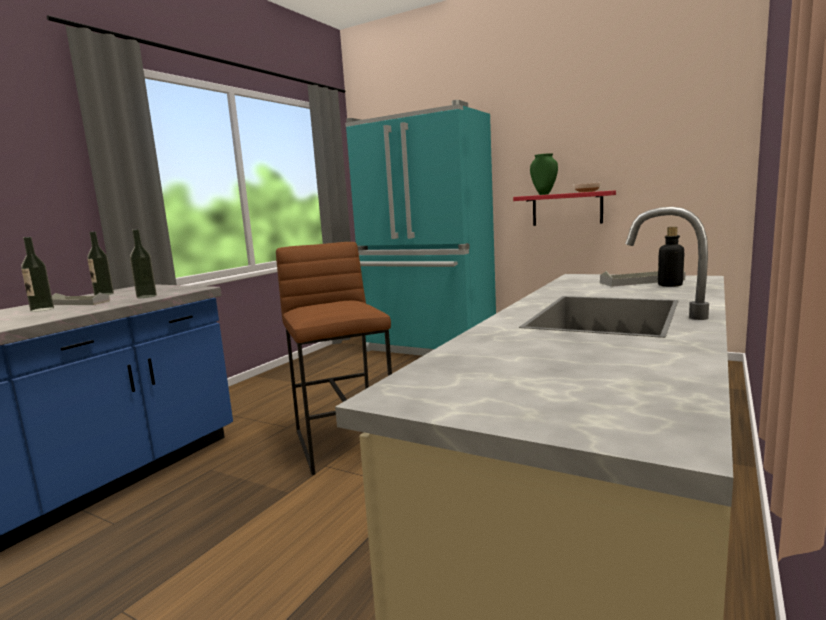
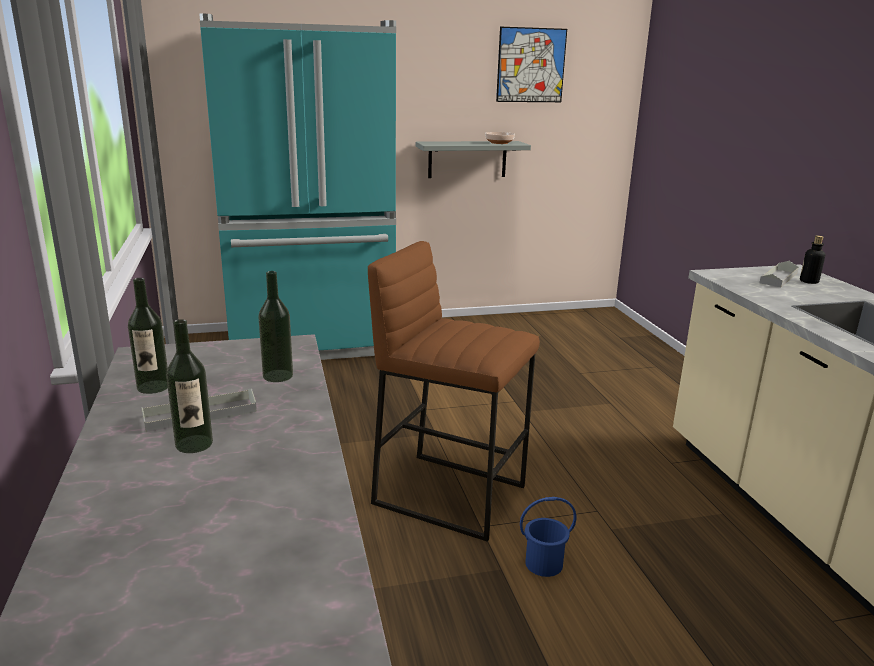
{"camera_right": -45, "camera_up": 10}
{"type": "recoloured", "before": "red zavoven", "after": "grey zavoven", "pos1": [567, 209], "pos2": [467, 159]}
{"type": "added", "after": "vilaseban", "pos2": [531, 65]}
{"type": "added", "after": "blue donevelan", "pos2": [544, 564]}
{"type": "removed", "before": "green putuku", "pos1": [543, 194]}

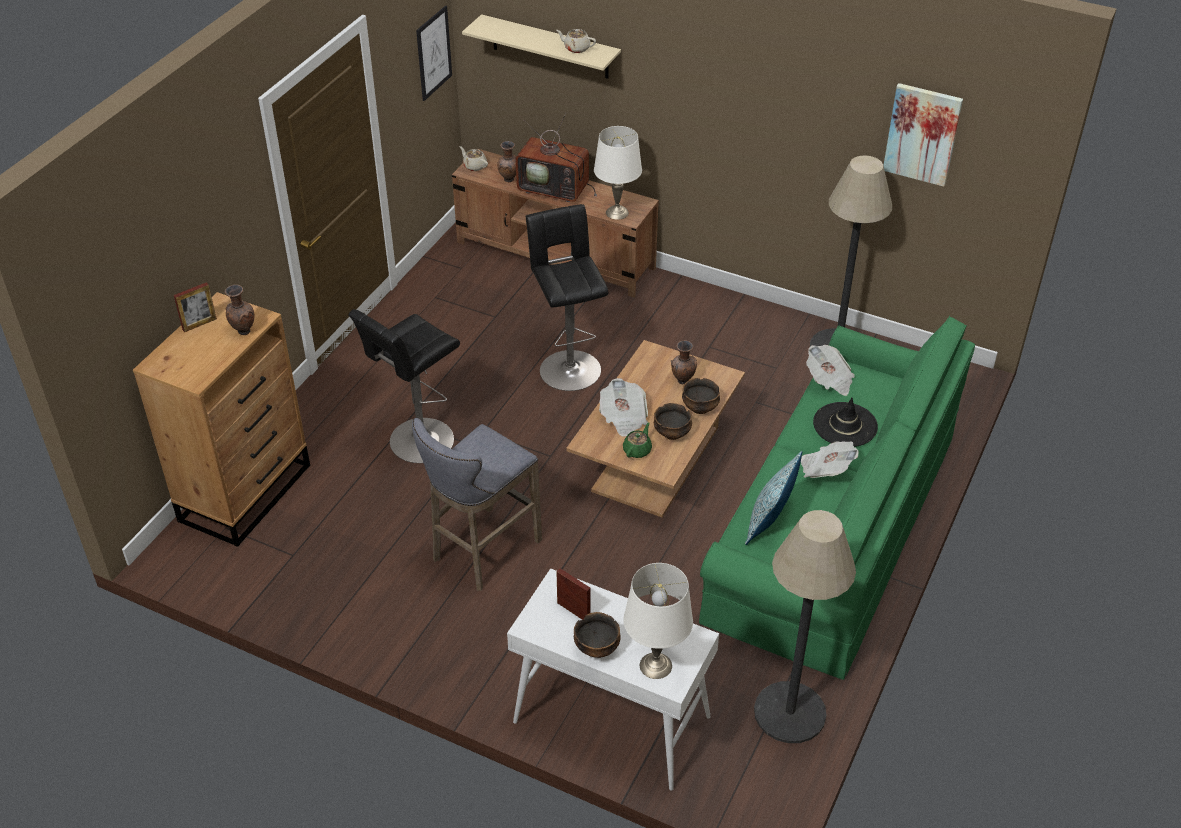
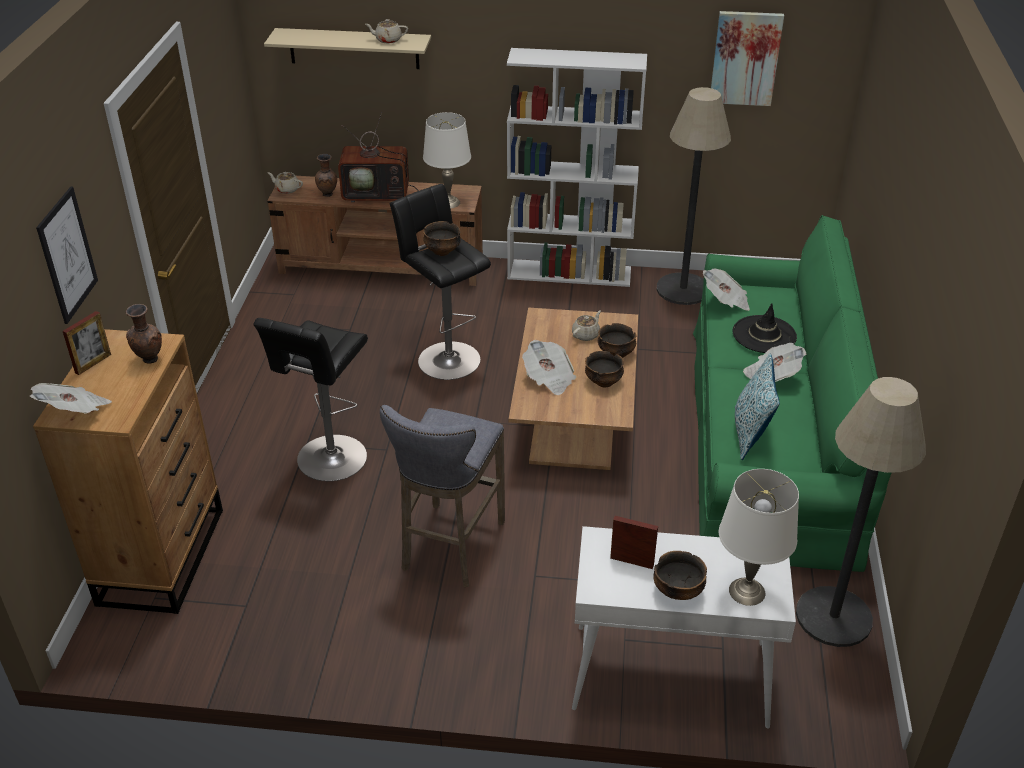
{"camera_right": -20, "camera_up": -5}
{"type": "added", "after": "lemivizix", "pos2": [75, 412]}
{"type": "moved", "before": "vilaseban", "pos1": [434, 53], "pos2": [67, 255]}
{"type": "added", "after": "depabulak", "pos2": [442, 251]}
{"type": "added", "after": "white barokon", "pos2": [570, 273]}
{"type": "replaced", "before": "brown putuku", "after": "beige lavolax", "pos1": [682, 381], "pos2": [586, 334]}
{"type": "removed", "before": "green lavolax", "pos1": [637, 450]}

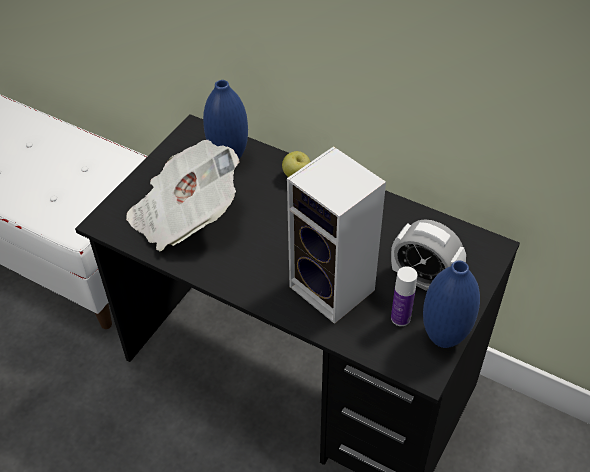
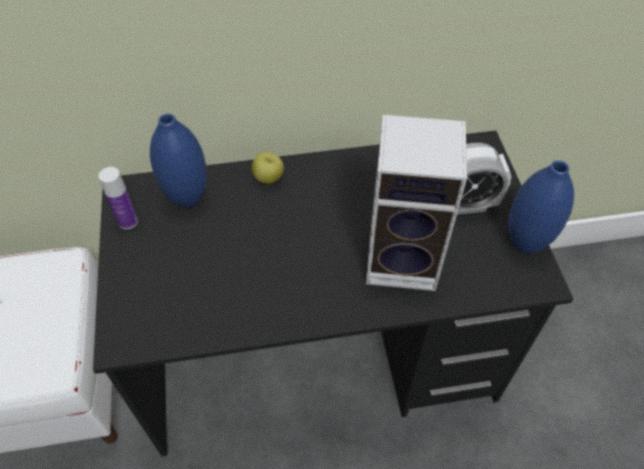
{"camera_right": -40, "camera_up": 5}
{"type": "moved", "before": "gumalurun", "pos1": [400, 318], "pos2": [128, 221]}
{"type": "removed", "before": "lemivizix", "pos1": [184, 215]}

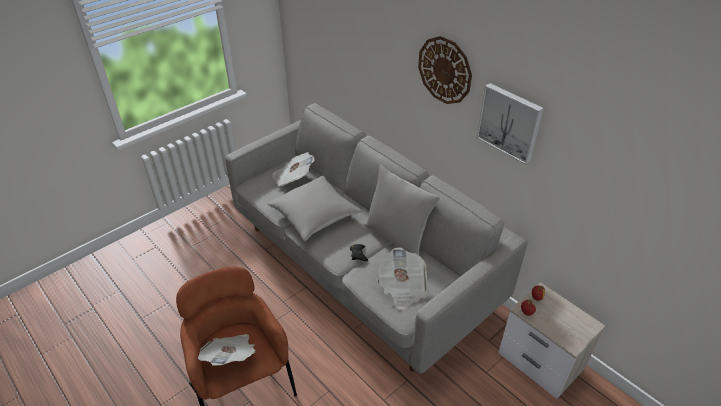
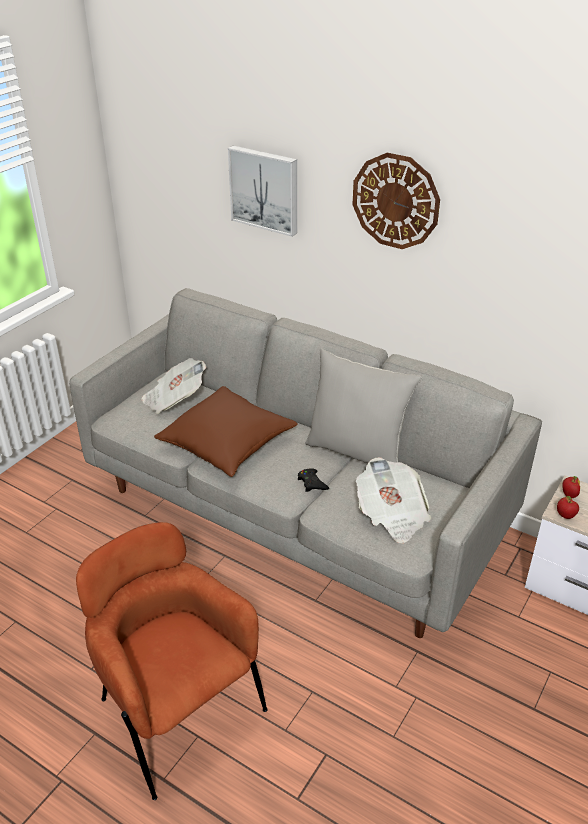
{"camera_right": -15, "camera_up": -5}
{"type": "recoloured", "before": "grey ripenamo", "after": "brown ripenamo", "pos1": [315, 216], "pos2": [227, 444]}
{"type": "moved", "before": "vilaseban", "pos1": [510, 122], "pos2": [265, 189]}
{"type": "removed", "before": "lemivizix", "pos1": [231, 357]}

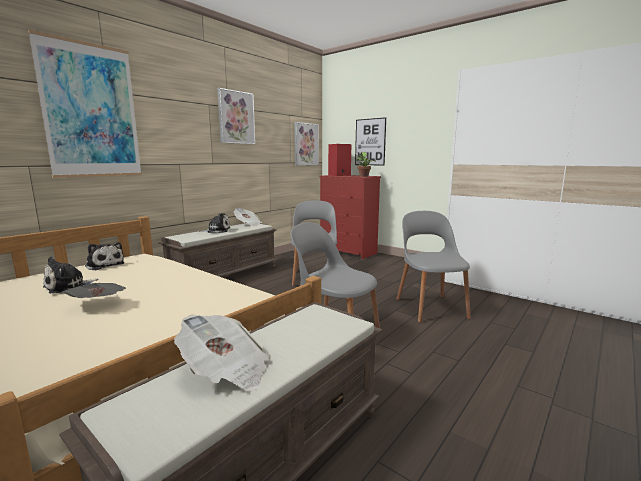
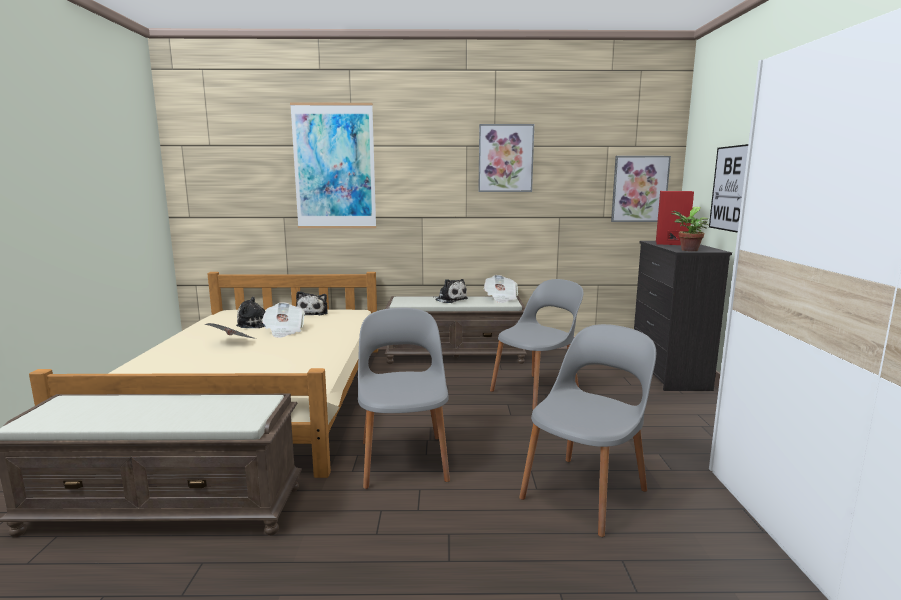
{"camera_right": 50, "camera_up": 0}
{"type": "moved", "before": "lemivizix", "pos1": [226, 371], "pos2": [284, 331]}
{"type": "recoloured", "before": "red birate", "after": "black birate", "pos1": [348, 252], "pos2": [668, 374]}

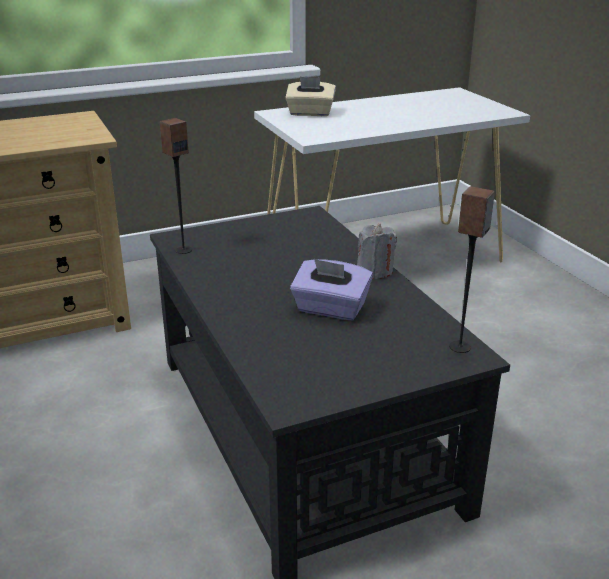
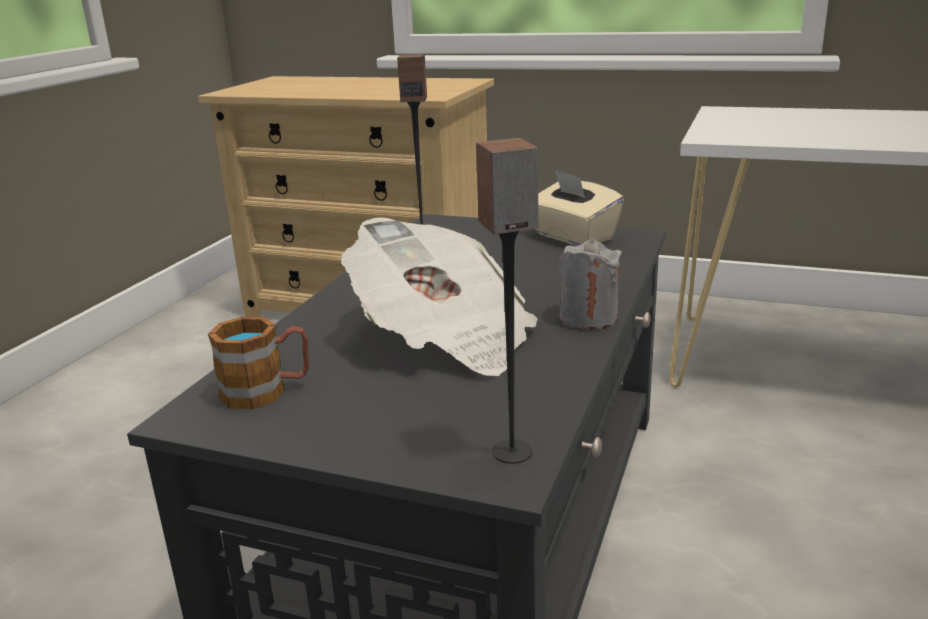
{"camera_right": 45, "camera_up": -5}
{"type": "added", "after": "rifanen", "pos2": [267, 391]}
{"type": "replaced", "before": "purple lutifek", "after": "lemivizix", "pos1": [330, 309], "pos2": [445, 339]}
{"type": "moved", "before": "beige lutifek", "pos1": [310, 113], "pos2": [572, 237]}

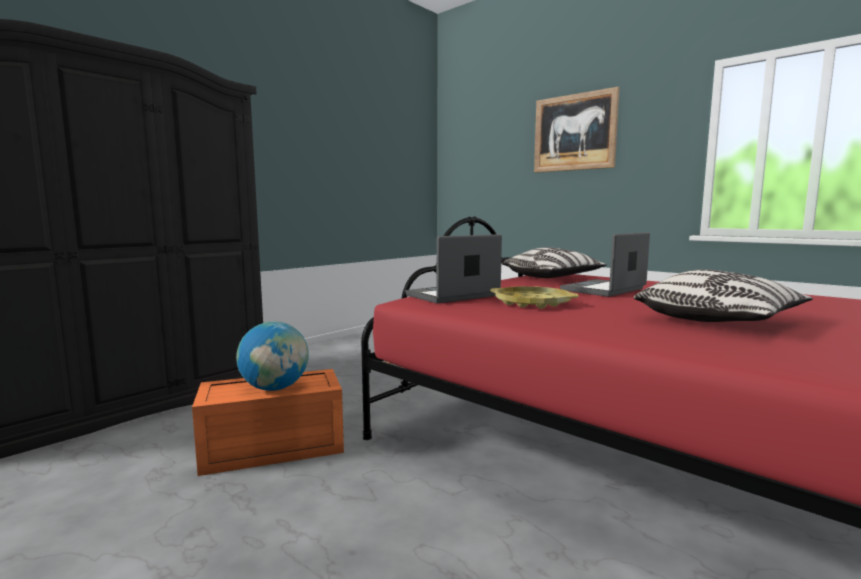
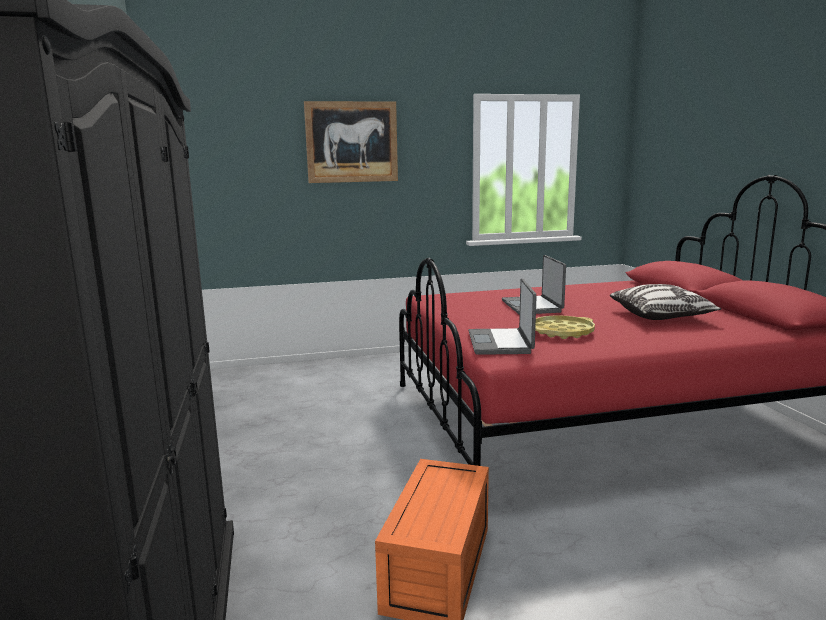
{"camera_right": -55, "camera_up": 5}
{"type": "removed", "before": "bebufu", "pos1": [275, 388]}
{"type": "removed", "before": "ripenamo", "pos1": [552, 278]}

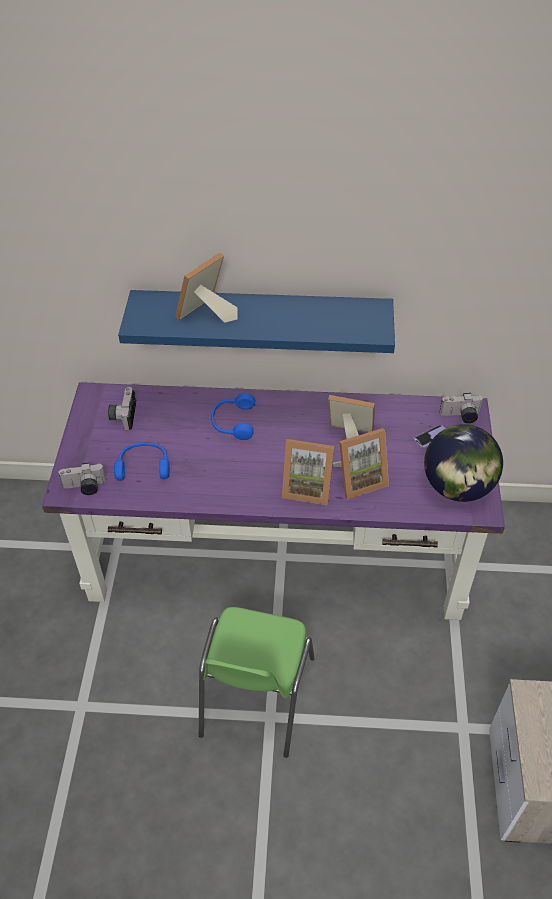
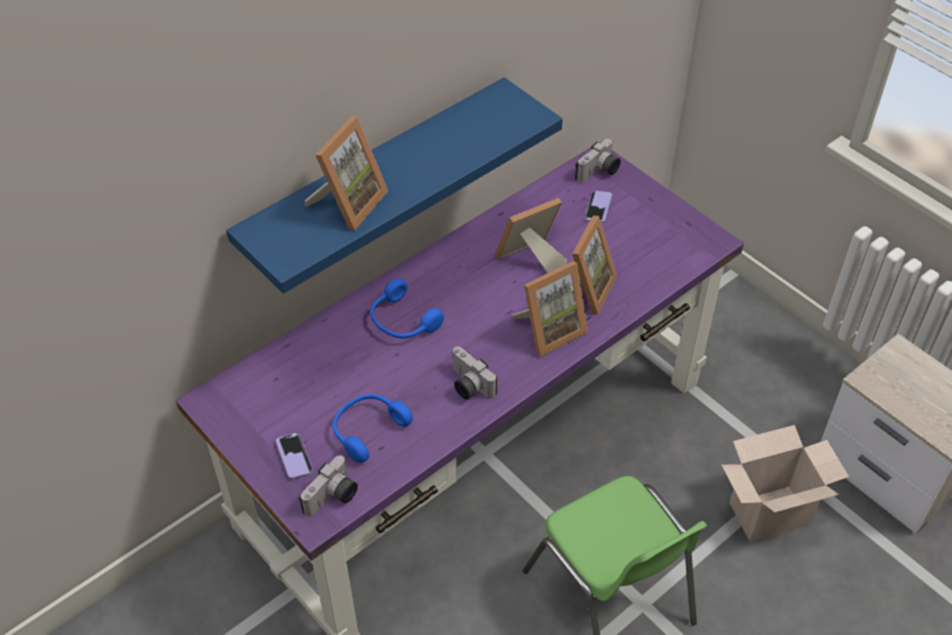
{"camera_right": -45, "camera_up": 0}
{"type": "added", "after": "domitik", "pos2": [294, 457]}
{"type": "turned", "before": "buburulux", "pos1": [206, 315], "pos2": [348, 203], "turn": -150}
{"type": "moved", "before": "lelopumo", "pos1": [123, 415], "pos2": [468, 385]}
{"type": "added", "after": "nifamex", "pos2": [770, 511]}
{"type": "removed", "before": "bebufu", "pos1": [457, 487]}

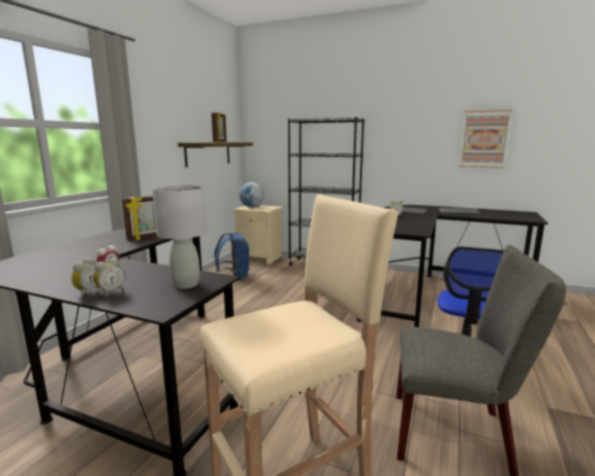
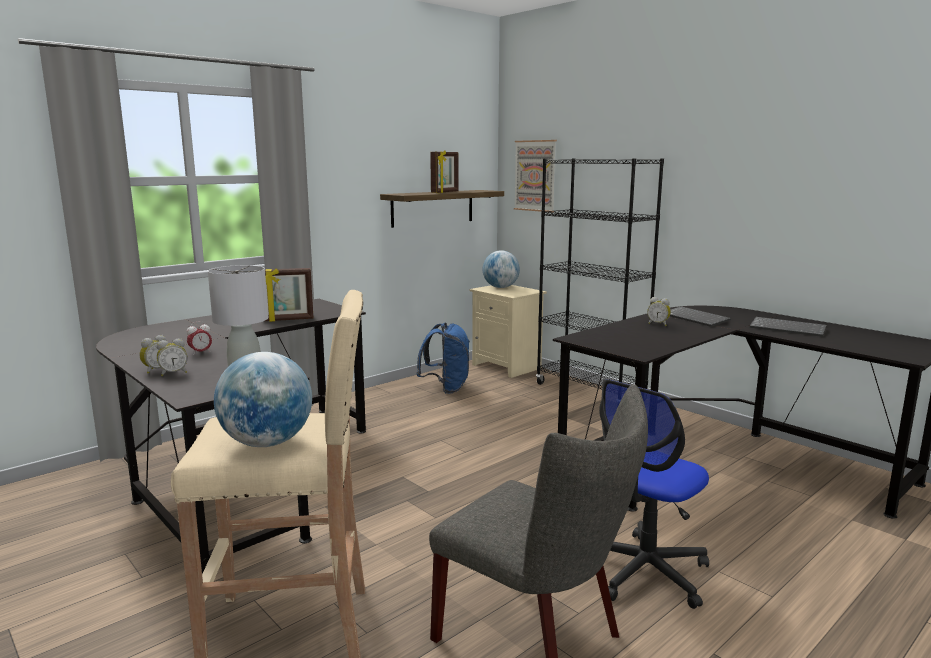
{"camera_right": 25, "camera_up": 0}
{"type": "added", "after": "bebufu", "pos2": [267, 443]}
{"type": "moved", "before": "vilaseban", "pos1": [484, 139], "pos2": [535, 175]}

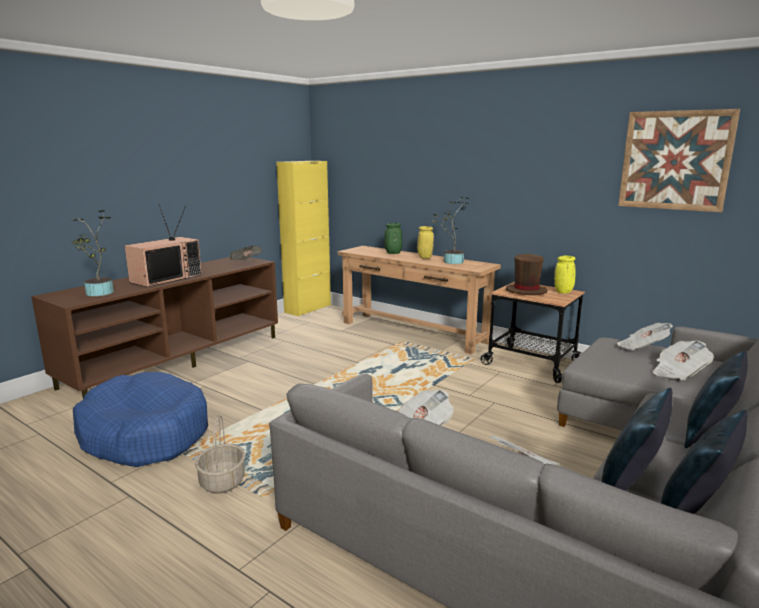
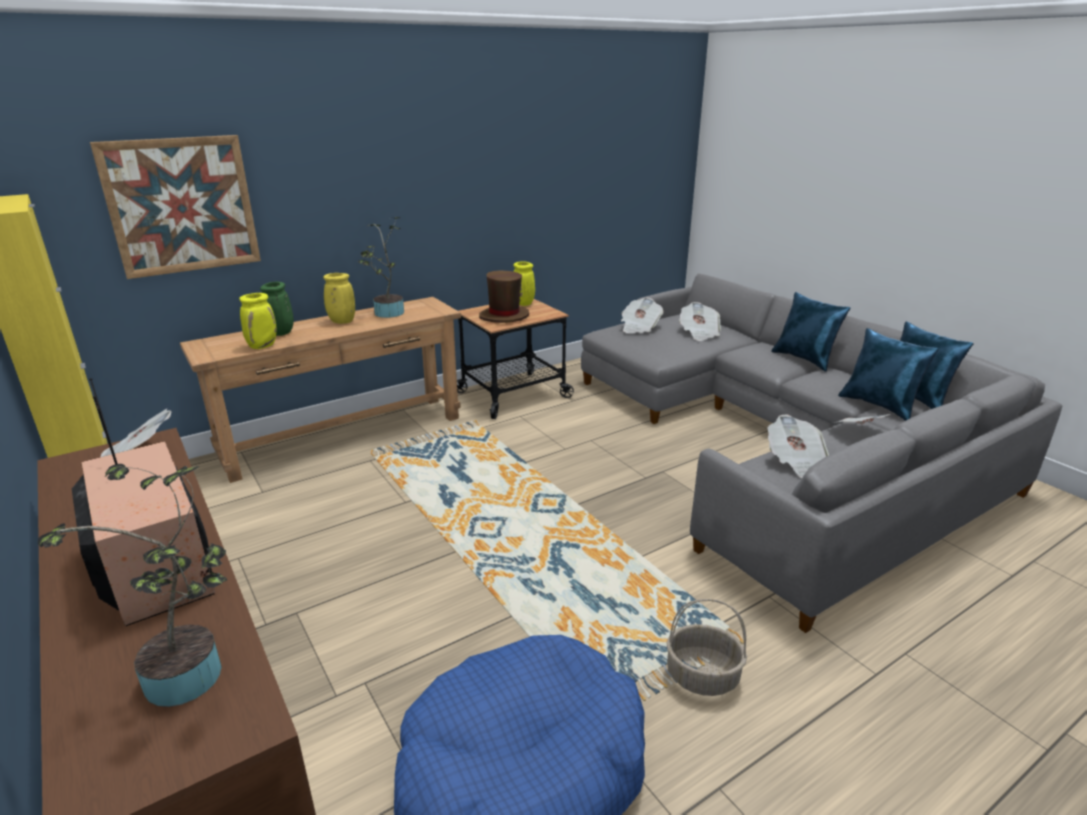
{"camera_right": -70, "camera_up": 10}
{"type": "moved", "before": "vilaseban", "pos1": [675, 160], "pos2": [182, 206]}
{"type": "added", "after": "yellow putuku", "pos2": [263, 346]}

